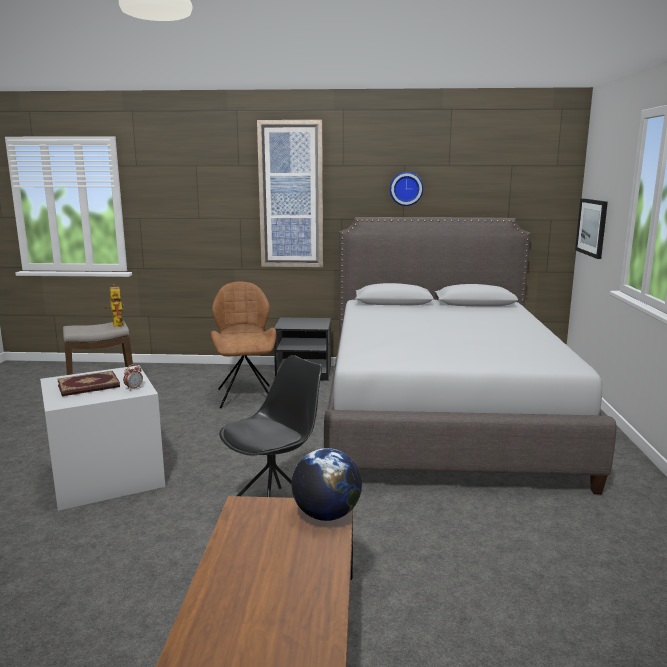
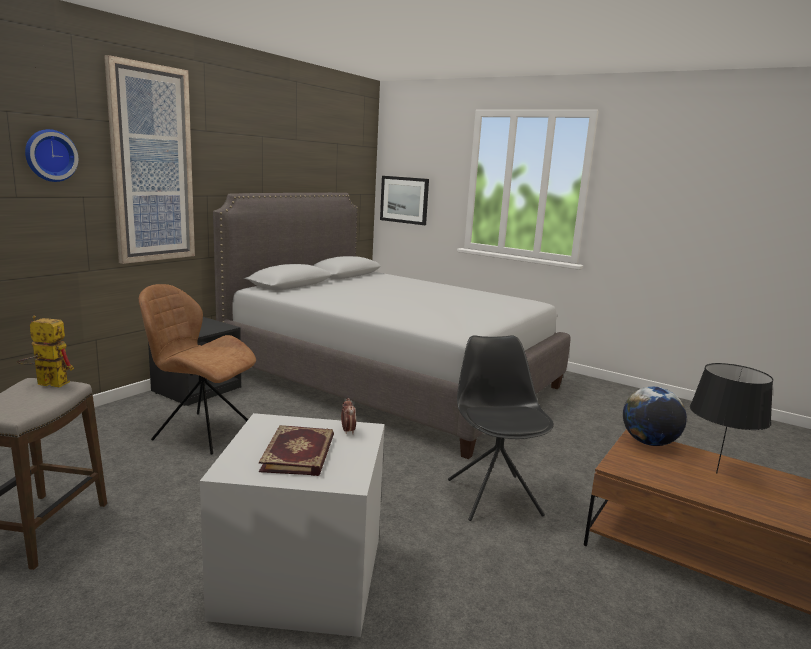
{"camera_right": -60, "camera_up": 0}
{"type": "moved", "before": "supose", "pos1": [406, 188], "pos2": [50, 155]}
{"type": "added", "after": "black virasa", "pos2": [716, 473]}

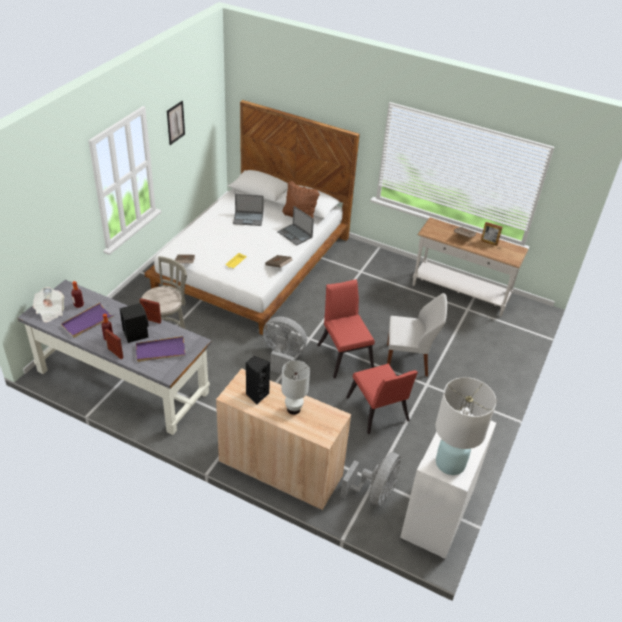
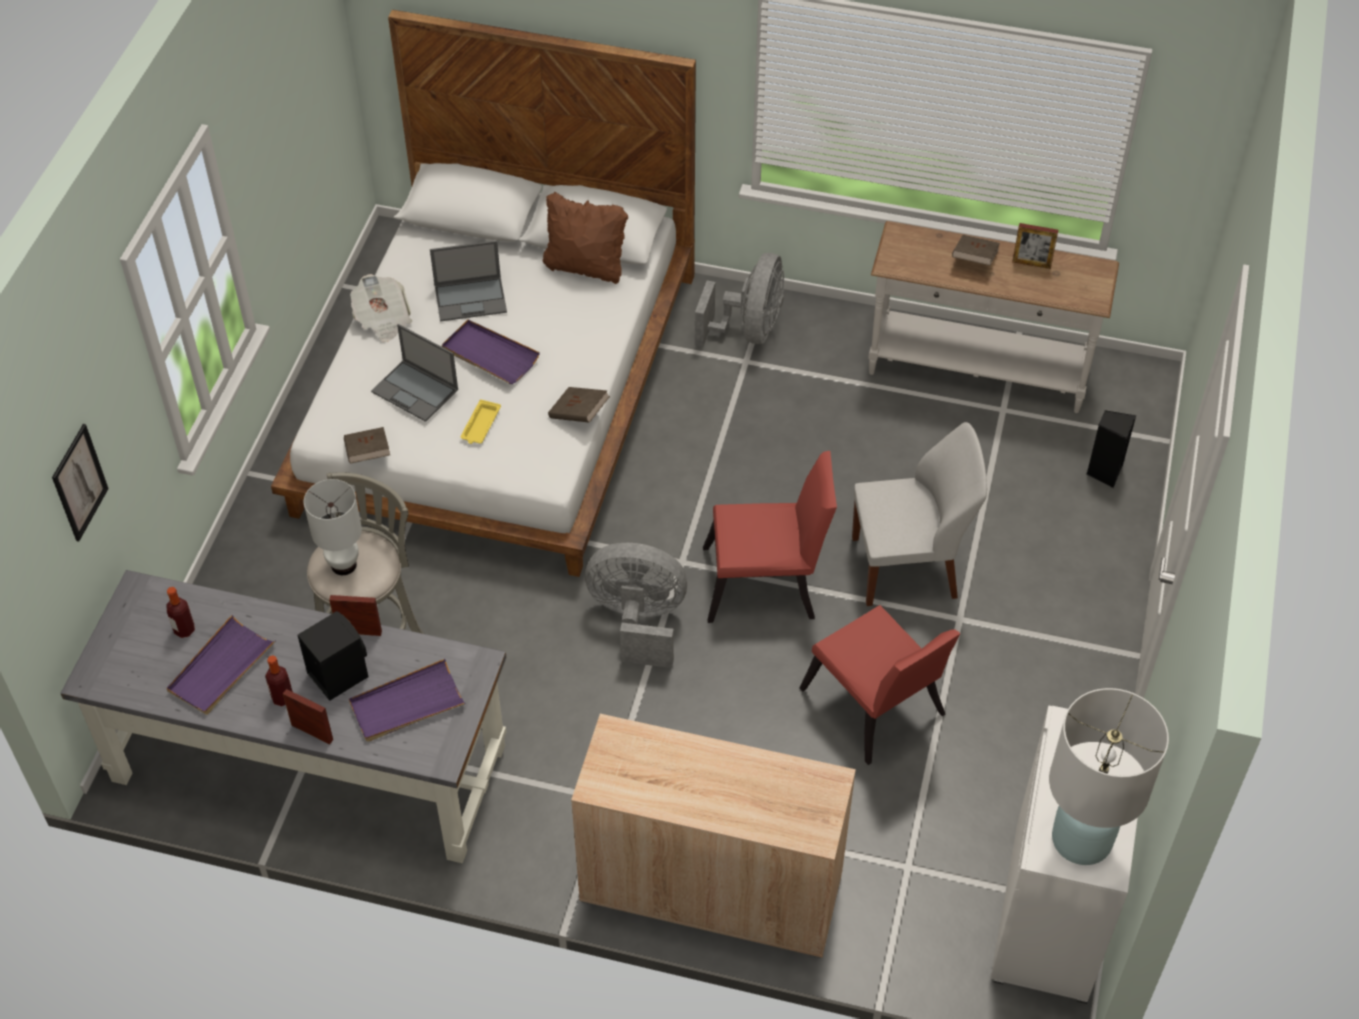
{"camera_right": -10, "camera_up": 10}
{"type": "moved", "before": "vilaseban", "pos1": [175, 122], "pos2": [79, 482]}
{"type": "moved", "before": "white virasa", "pos1": [293, 409], "pos2": [343, 565]}
{"type": "moved", "before": "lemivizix", "pos1": [50, 311], "pos2": [383, 319]}
{"type": "moved", "before": "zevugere", "pos1": [295, 235], "pos2": [416, 391]}
{"type": "added", "after": "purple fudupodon", "pos2": [489, 355]}
{"type": "moved", "before": "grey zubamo", "pos1": [374, 493], "pos2": [749, 330]}
{"type": "turned", "before": "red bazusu", "pos1": [344, 354], "pos2": [767, 584], "turn": 120}
{"type": "moved", "before": "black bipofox", "pos1": [256, 395], "pos2": [1104, 472]}

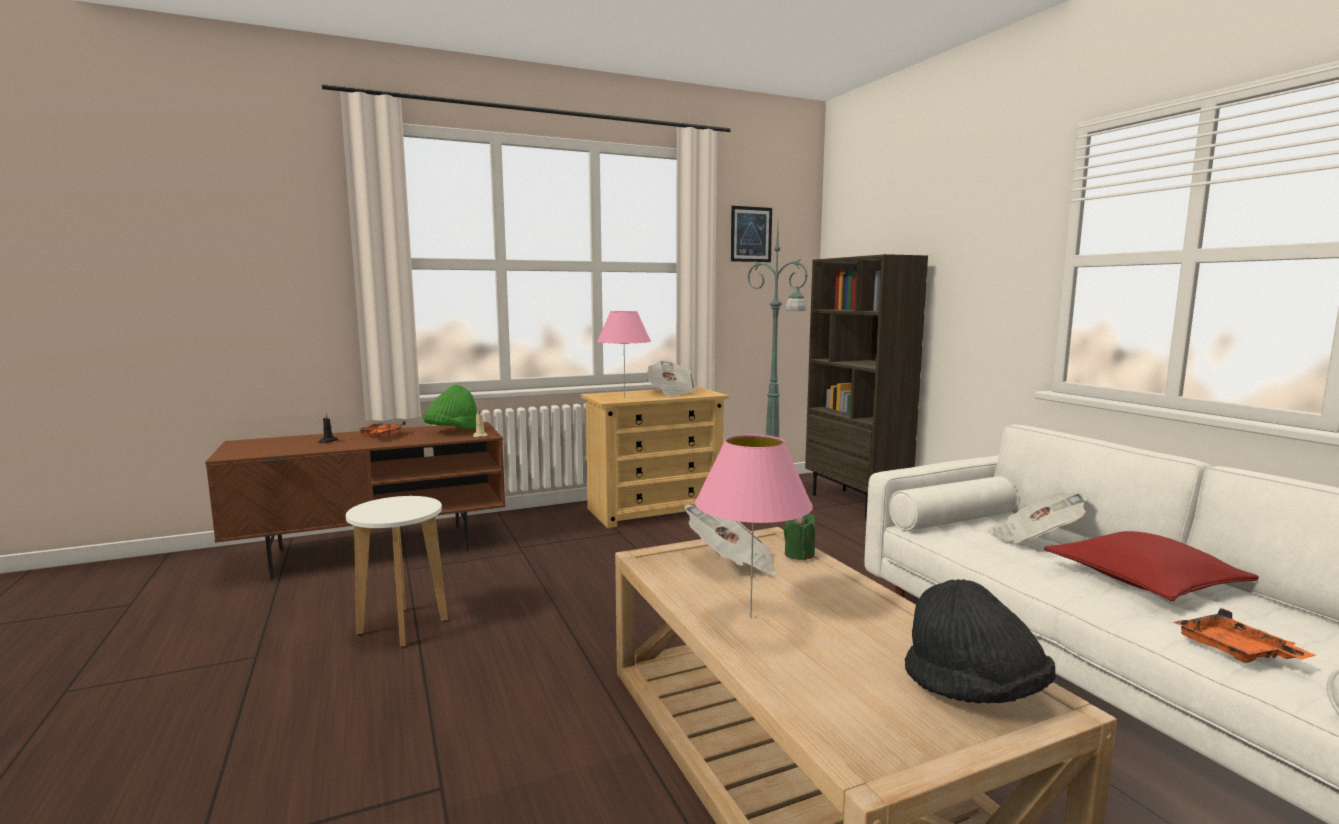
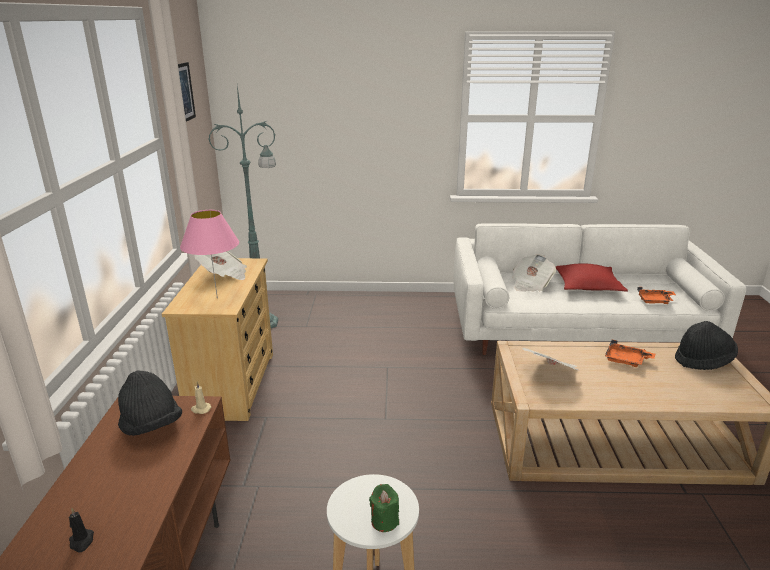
{"camera_right": -65, "camera_up": 15}
{"type": "recoloured", "before": "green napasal", "after": "black napasal", "pos1": [452, 431], "pos2": [151, 426]}
{"type": "moved", "before": "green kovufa", "pos1": [799, 554], "pos2": [384, 521]}
{"type": "moved", "before": "orange fudupodon", "pos1": [381, 436], "pos2": [626, 360]}
{"type": "removed", "before": "pink virasa", "pos1": [751, 617]}
{"type": "removed", "before": "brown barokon", "pos1": [856, 504]}

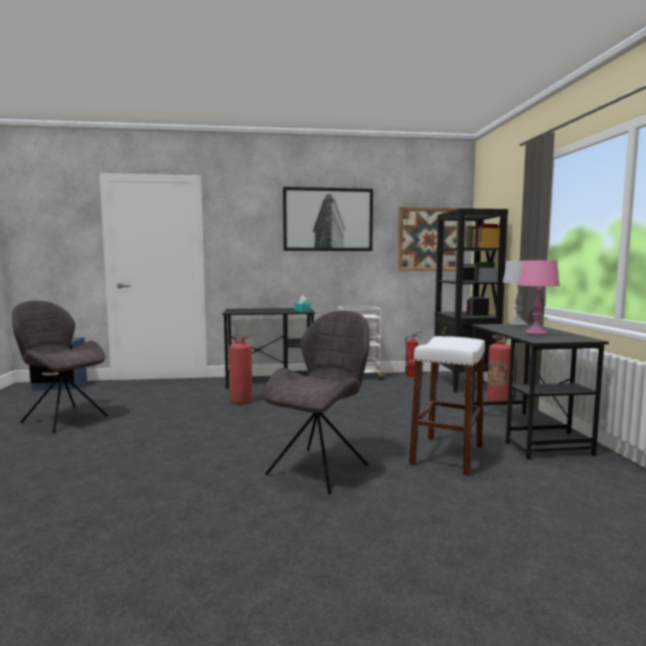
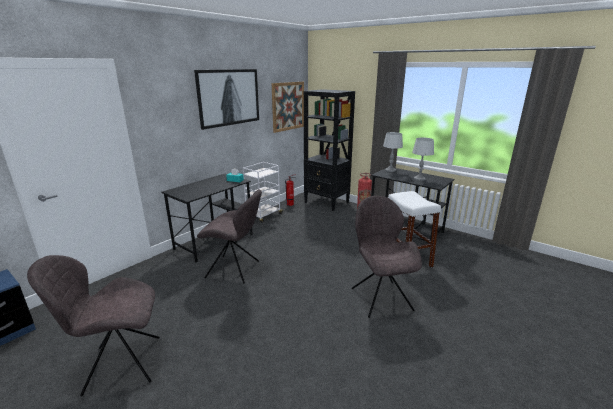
{"camera_right": -45, "camera_up": 15}
{"type": "replaced", "before": "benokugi", "after": "grey bazusu", "pos1": [241, 401], "pos2": [235, 270]}
{"type": "recoloured", "before": "pink virasa", "after": "grey virasa", "pos1": [536, 334], "pos2": [419, 179]}

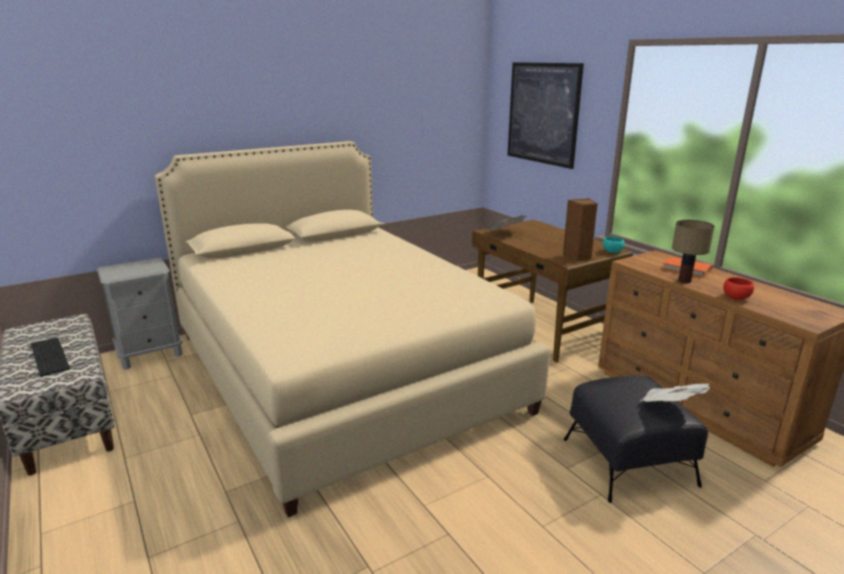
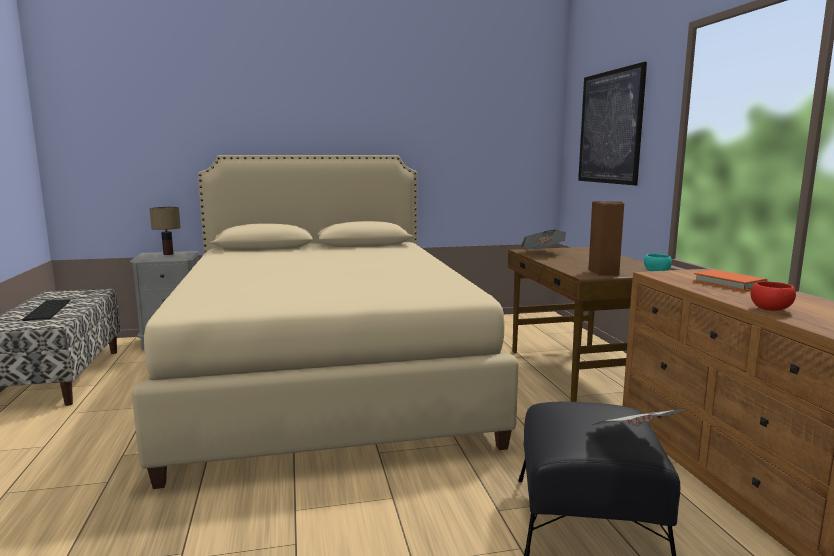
{"camera_right": 20, "camera_up": -10}
{"type": "moved", "before": "virasa", "pos1": [685, 281], "pos2": [168, 254]}

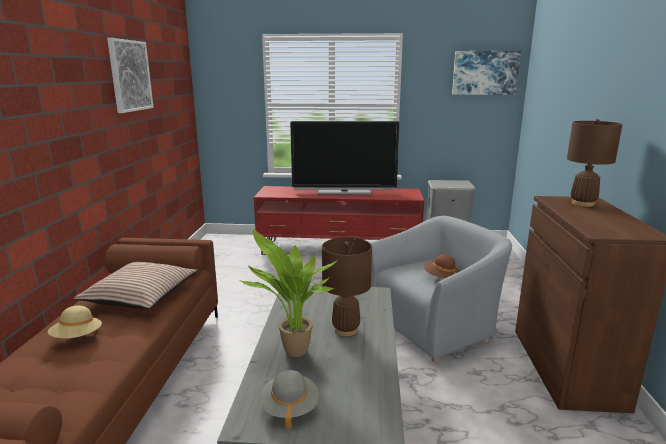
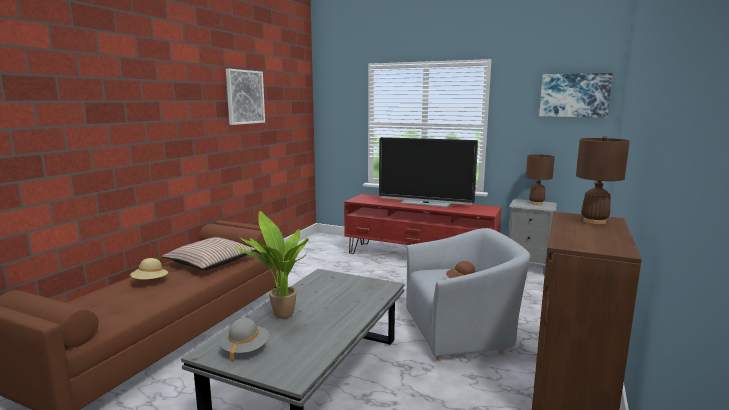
{"camera_right": 20, "camera_up": -5}
{"type": "moved", "before": "brown virasa", "pos1": [345, 330], "pos2": [536, 203]}

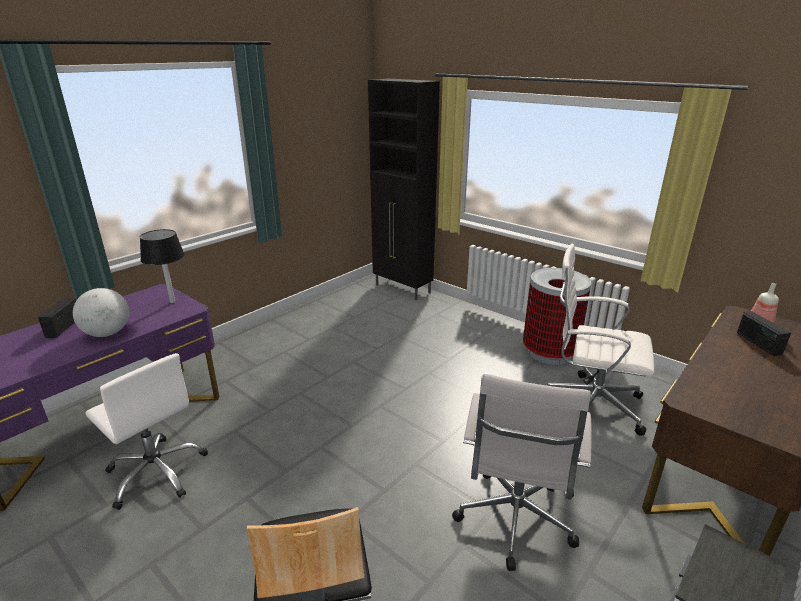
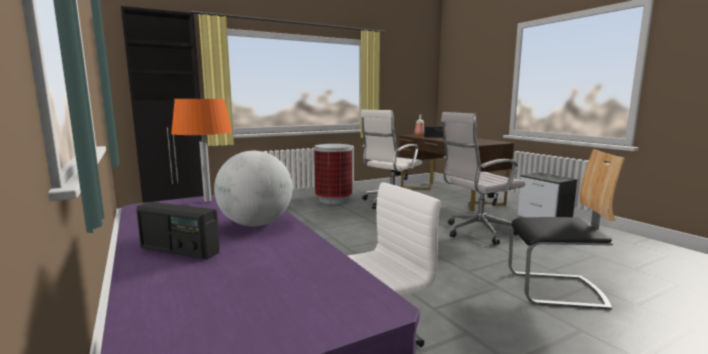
{"camera_right": -70, "camera_up": -15}
{"type": "recoloured", "before": "black virasa", "after": "orange virasa", "pos1": [172, 302], "pos2": [207, 201]}
{"type": "turned", "before": "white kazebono", "pos1": [514, 523], "pos2": [476, 232], "turn": 120}

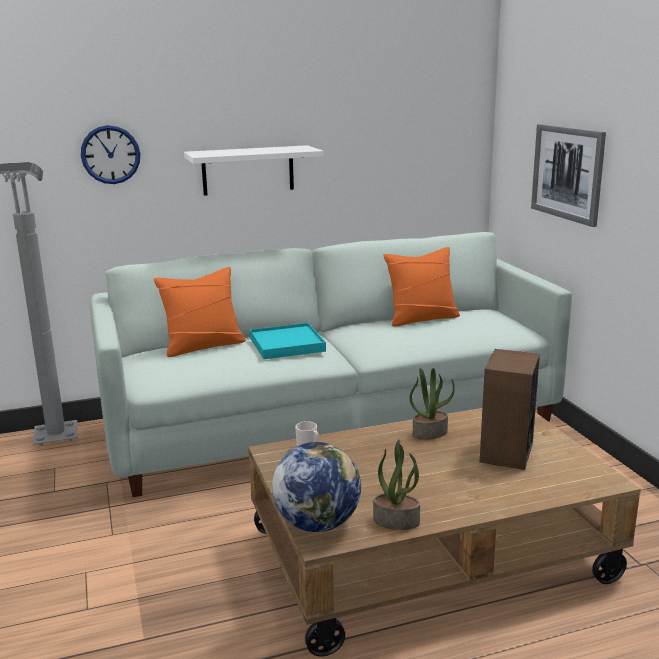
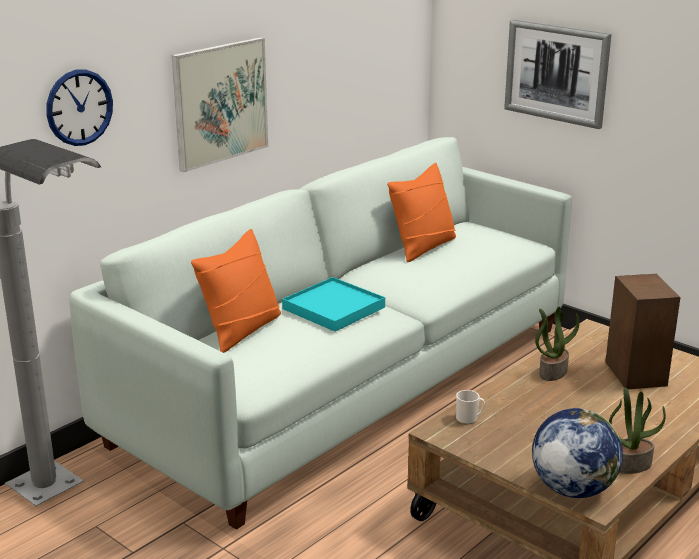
{"camera_right": -30, "camera_up": 5}
{"type": "replaced", "before": "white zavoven", "after": "vilaseban", "pos1": [248, 170], "pos2": [220, 103]}

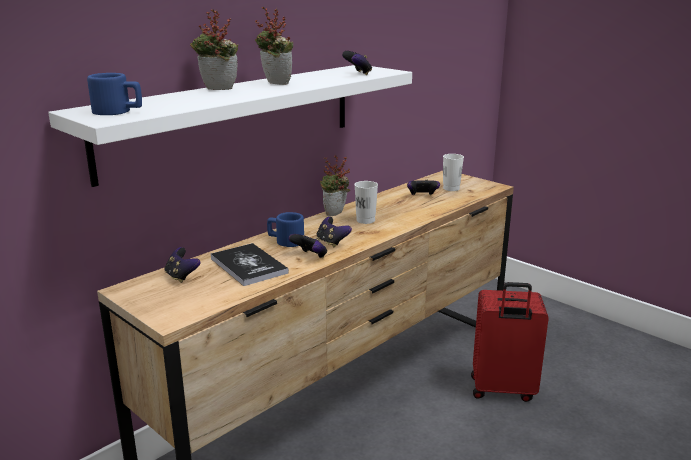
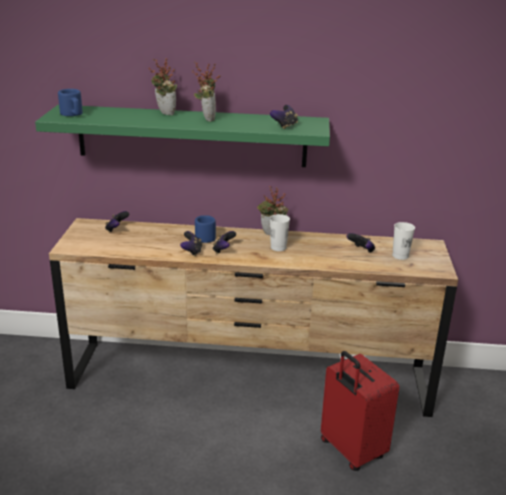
{"camera_right": 50, "camera_up": 5}
{"type": "recoloured", "before": "white zavoven", "after": "green zavoven", "pos1": [234, 118], "pos2": [191, 136]}
{"type": "removed", "before": "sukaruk", "pos1": [248, 265]}

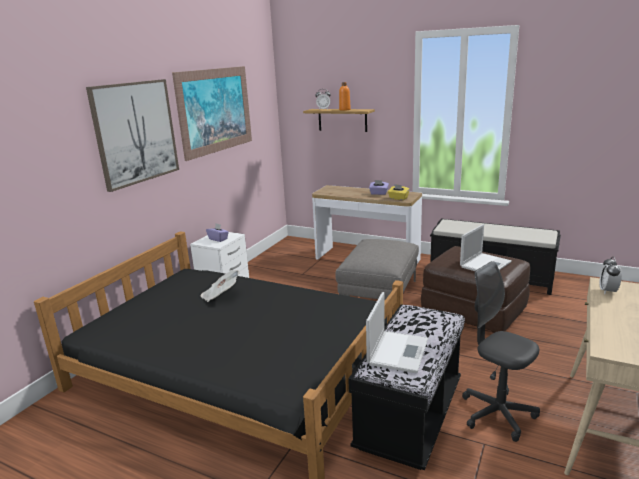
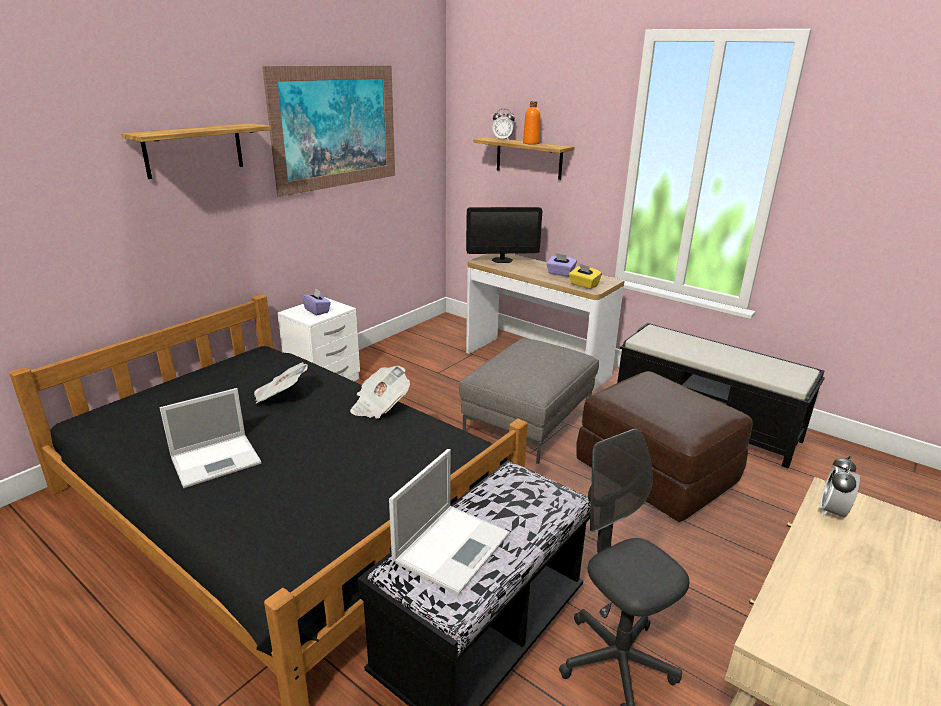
{"camera_right": 10, "camera_up": 5}
{"type": "replaced", "before": "vilaseban", "after": "zavoven", "pos1": [136, 132], "pos2": [194, 150]}
{"type": "moved", "before": "zevugere", "pos1": [485, 264], "pos2": [217, 460]}
{"type": "added", "after": "lemivizix", "pos2": [379, 406]}
{"type": "added", "after": "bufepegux", "pos2": [502, 260]}

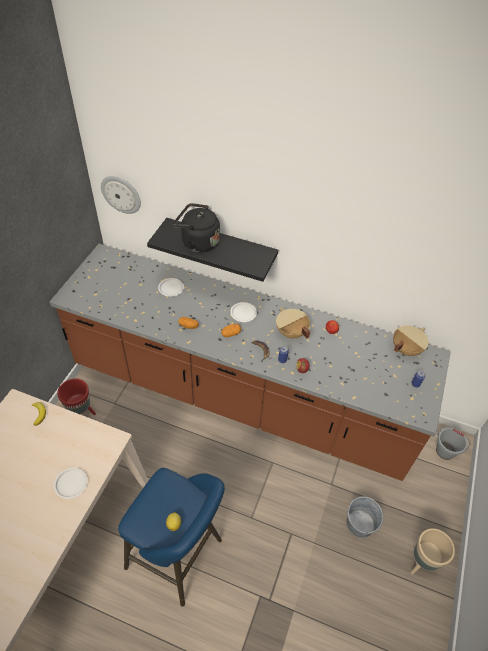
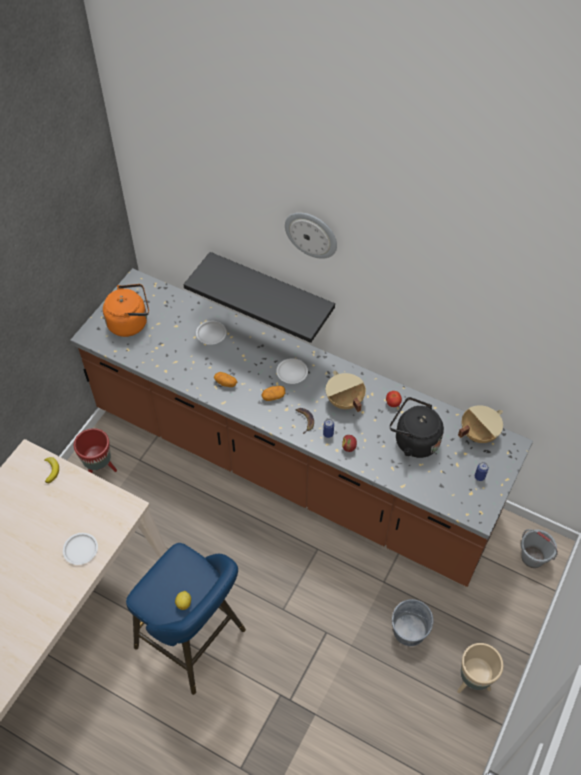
{"camera_right": 10, "camera_up": 5}
{"type": "added", "after": "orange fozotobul", "pos2": [130, 322]}
{"type": "moved", "before": "supose", "pos1": [121, 194], "pos2": [311, 234]}
{"type": "moved", "before": "black fozotobul", "pos1": [198, 242], "pos2": [413, 441]}

